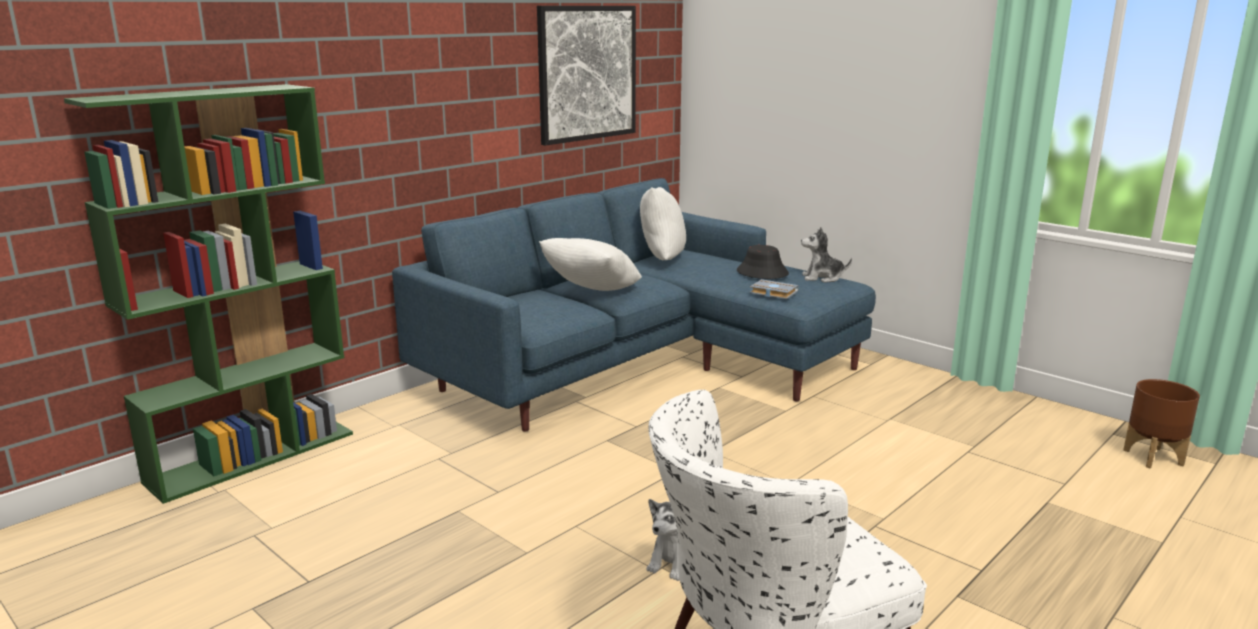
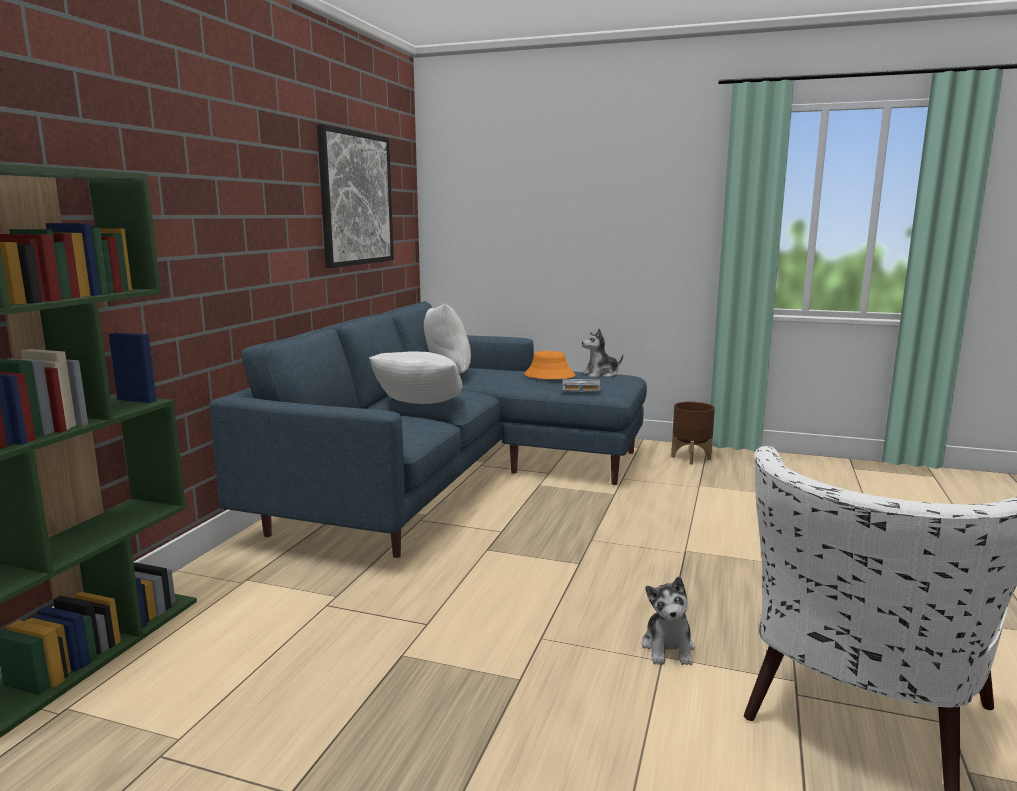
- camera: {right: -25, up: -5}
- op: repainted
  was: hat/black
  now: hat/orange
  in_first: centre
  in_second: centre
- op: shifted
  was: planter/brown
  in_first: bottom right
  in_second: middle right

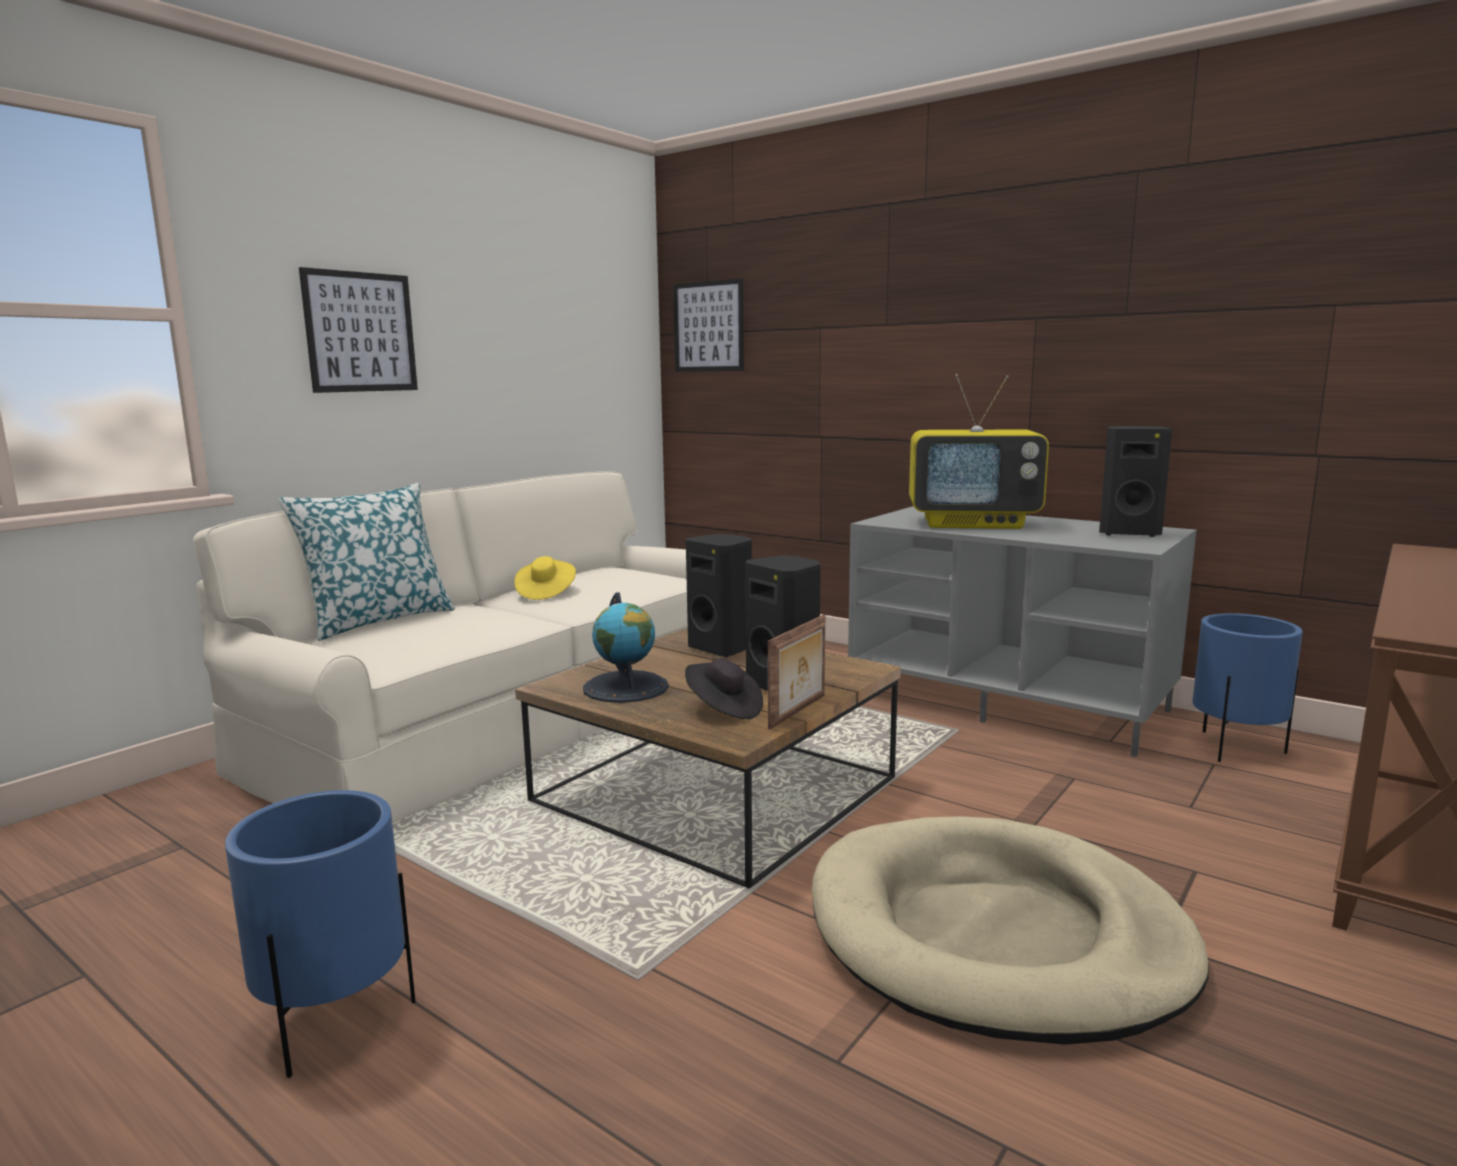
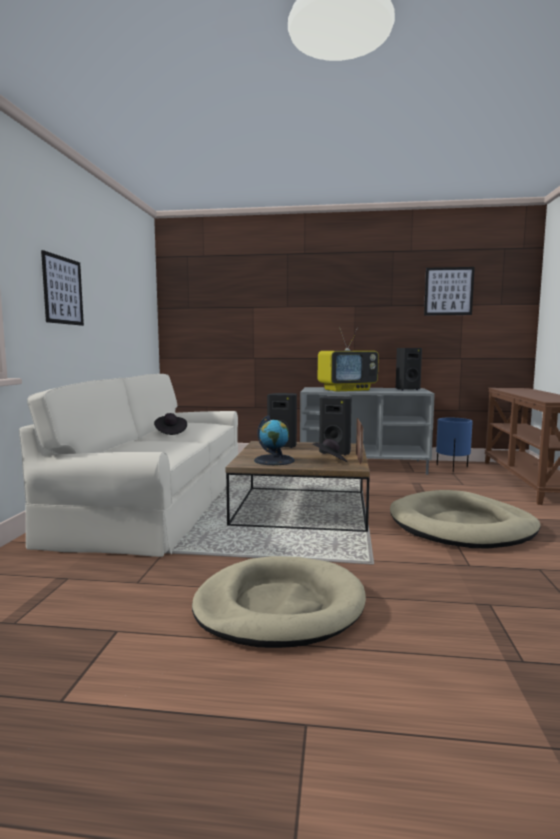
- camera: {right: -30, up: -5}
- op: shifted
  was: picture (no. 2 from left)
  in_first: top centre
  in_second: middle right
- op: gone
  was: pillow
  in_first: middle left
- op: repainted
  was: hat/yellow
  now: hat/black (no. 1 from left)
  in_first: centre
  in_second: middle left
- op: swapped
  was: planter/blue (no. 1 from left)
  now: dog bed/beige (no. 1 from left)
  in_first: bottom left
  in_second: bottom centre

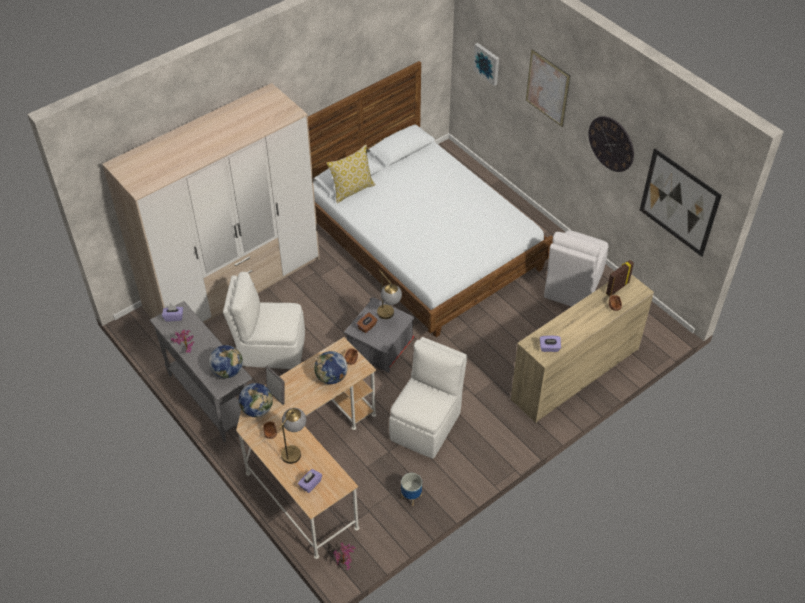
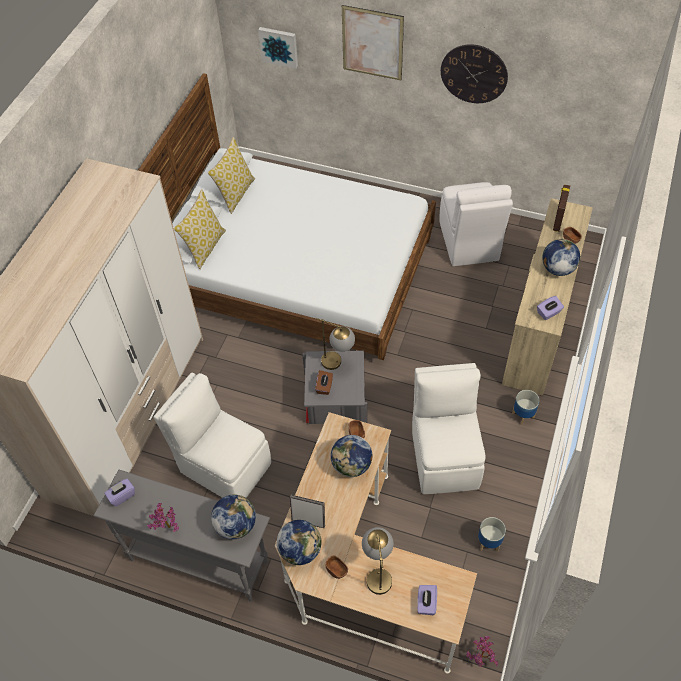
- camera: {right: -30, up: 5}
- op: gone
  was: picture (no. 3 from left)
  in_first: middle right
- op: rotated
  was: chair/white (no. 1 from left)
  in_first: middle left
  in_second: middle left
  clockwise: 60
- op: new
  now: pillow (no. 2 from left)
  in_second: top centre
- op: new
  now: globe (no. 4 from left)
  in_second: middle right
- op: new
  now: planter (no. 2 from left)
  in_second: middle right

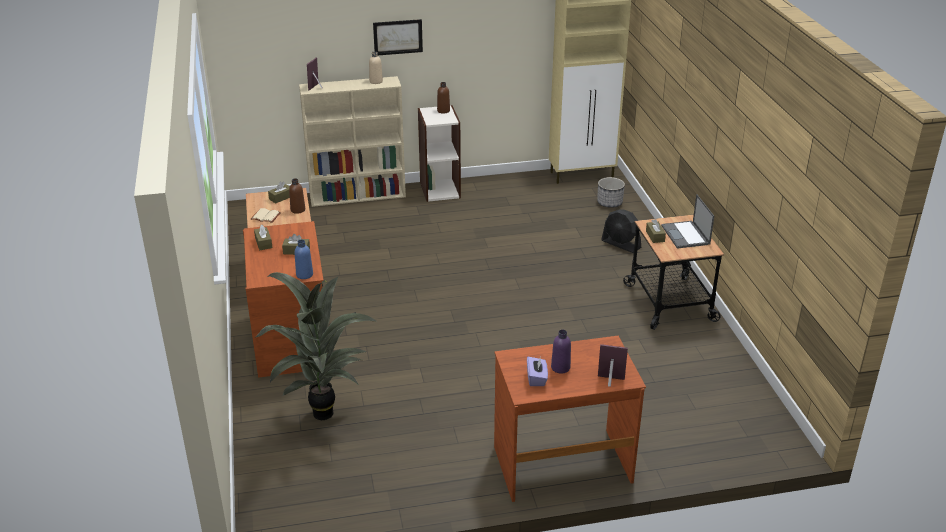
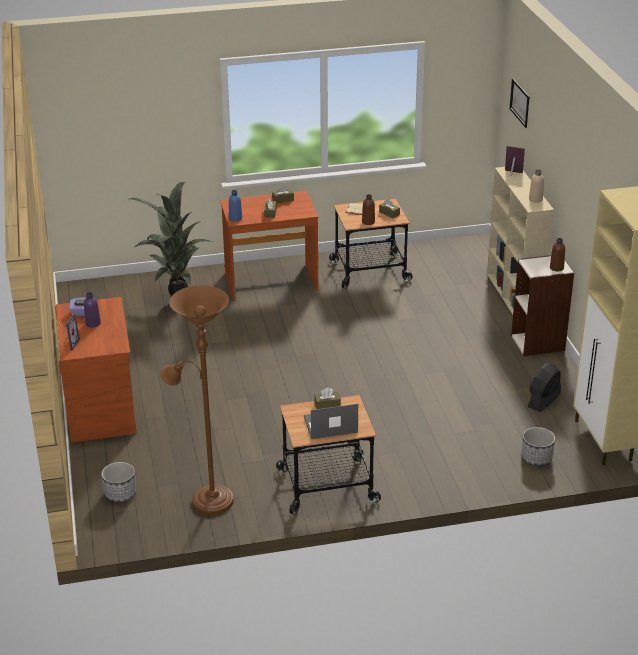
- camera: {right: 90, up: 0}
- op: shifted
  was: picture
  in_first: top centre
  in_second: top right
- op: shifted
  was: fan/black
  in_first: centre
  in_second: middle right
- op: new
  now: floor lamp/brown
  in_second: middle left
- op: new
  now: planter (no. 1 from left)
  in_second: bottom left

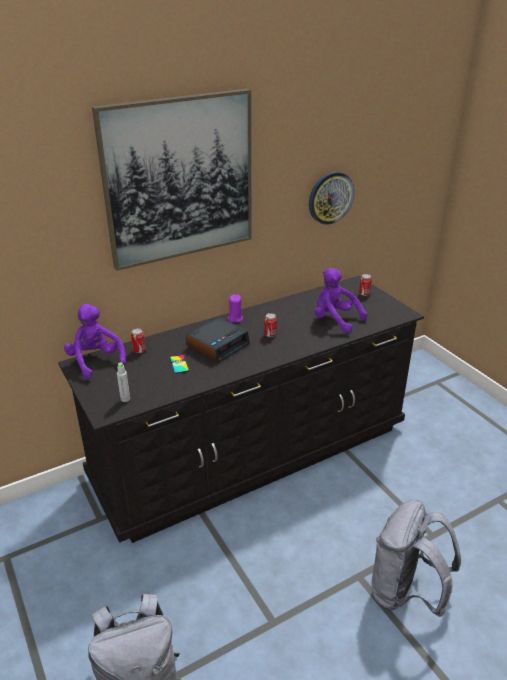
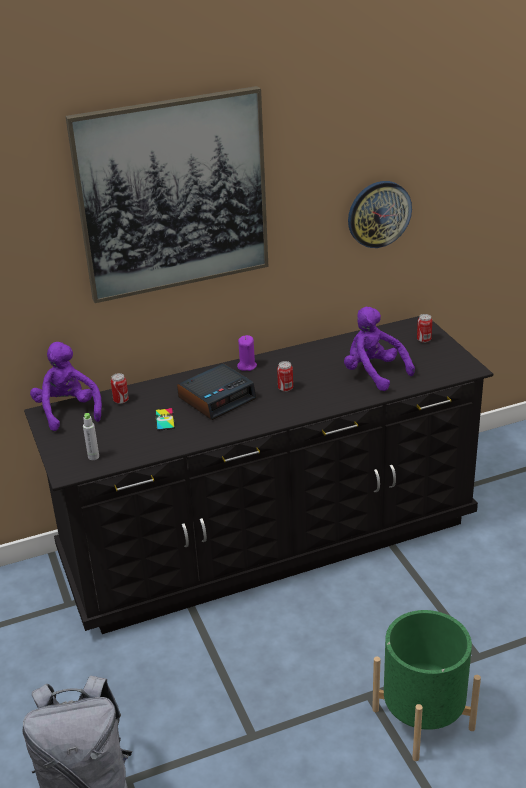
- camera: {right: 10, up: 0}
- op: swapped
  was: backpack/grey (no. 2 from left)
  now: planter/green
  in_first: bottom right
  in_second: bottom right

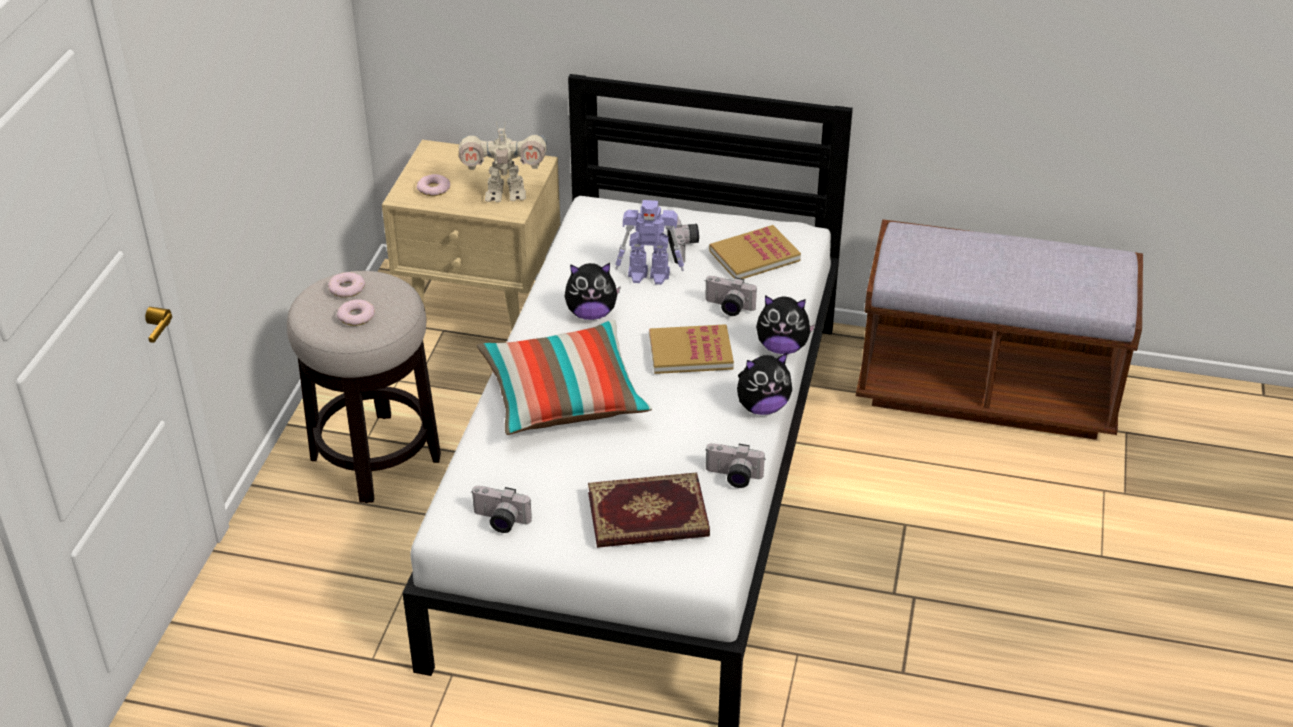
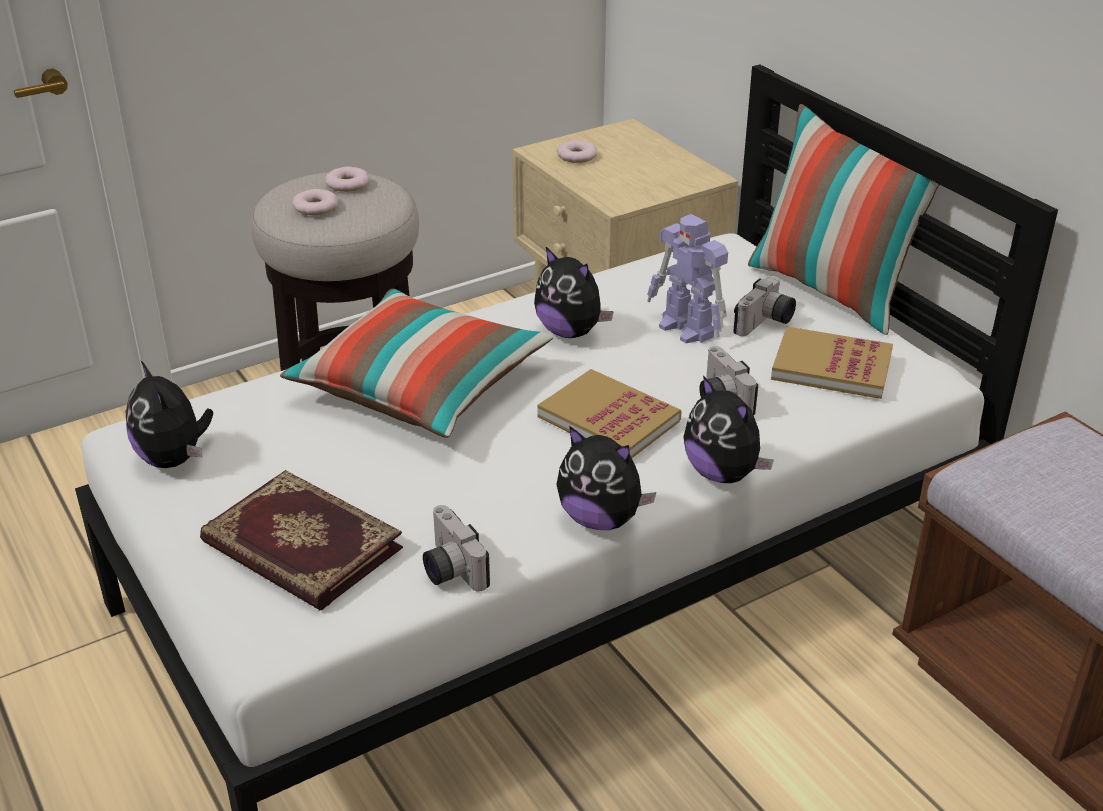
- camera: {right: 45, up: -5}
- op: gone
  was: toy robot (no. 1 from left)
  in_first: top centre
- op: swapped
  was: photo camera (no. 1 from left)
  now: plush toy (no. 1 from left)
  in_first: bottom centre
  in_second: middle left
- op: new
  now: pillow (no. 2 from left)
  in_second: top right

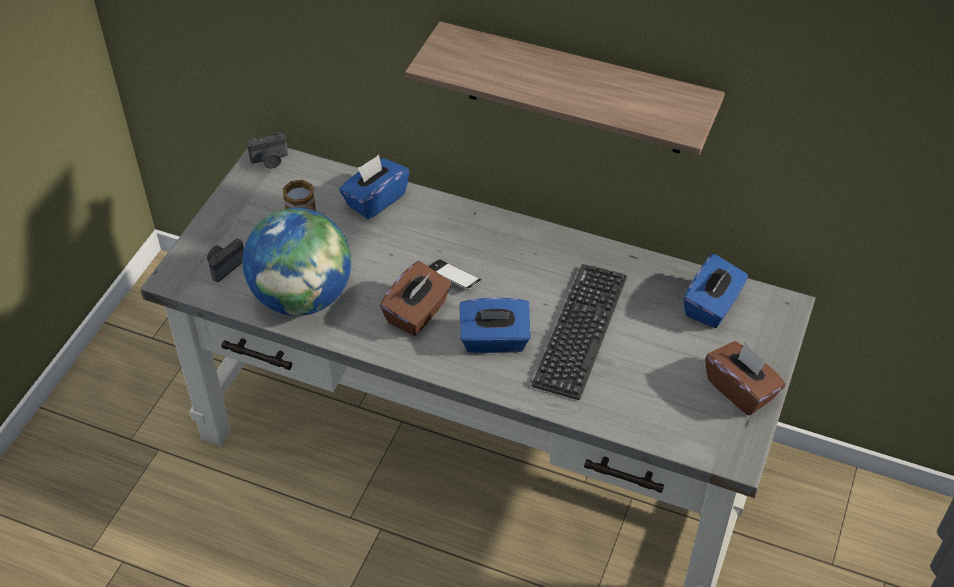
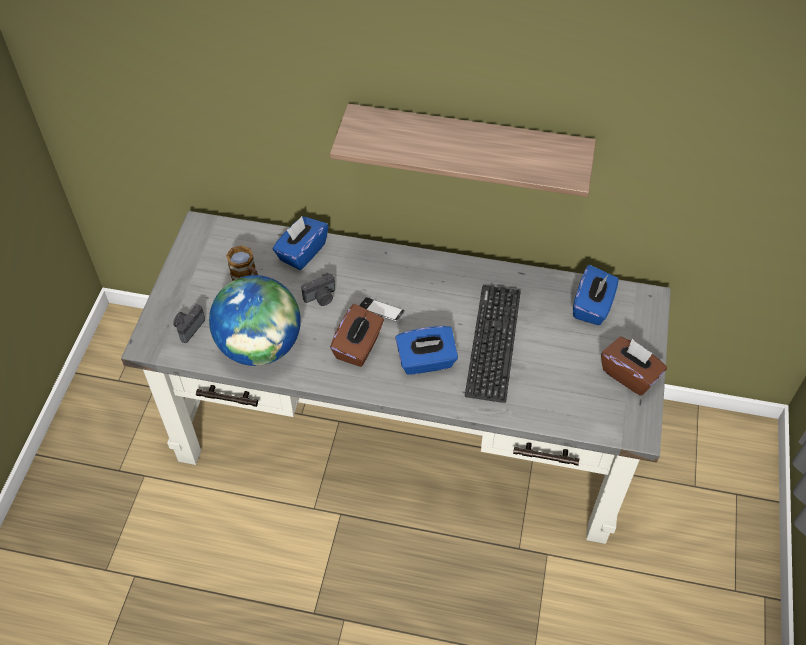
- camera: {right: -10, up: 5}
- op: shifted
  was: photo camera (no. 2 from left)
  in_first: top left
  in_second: centre

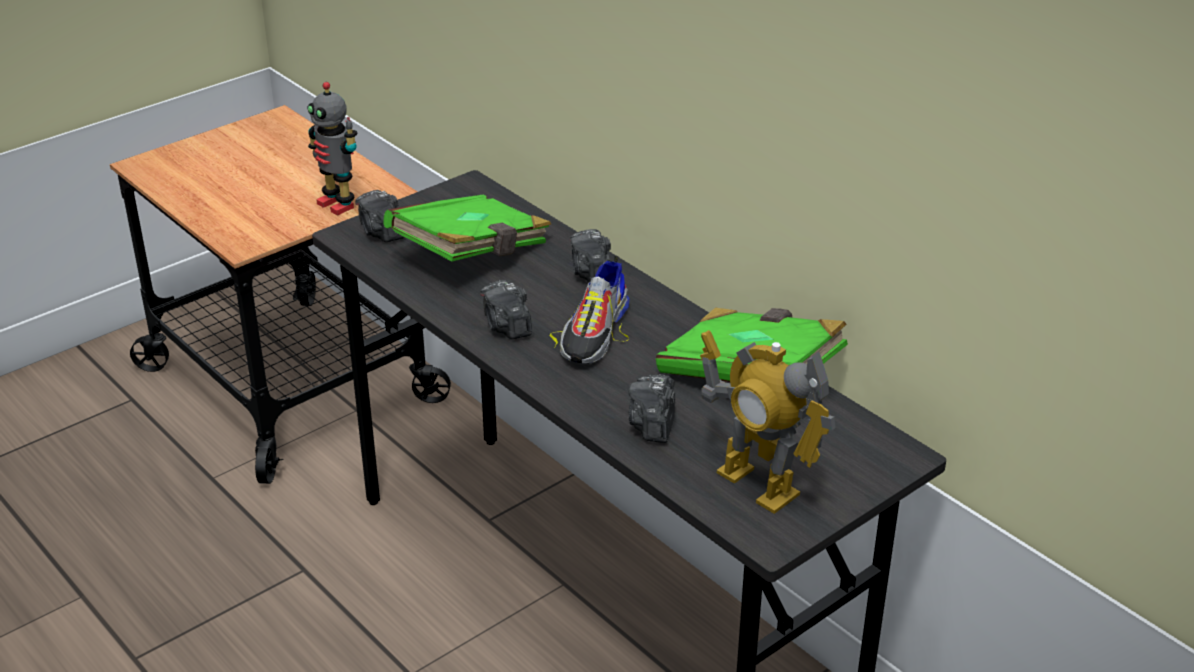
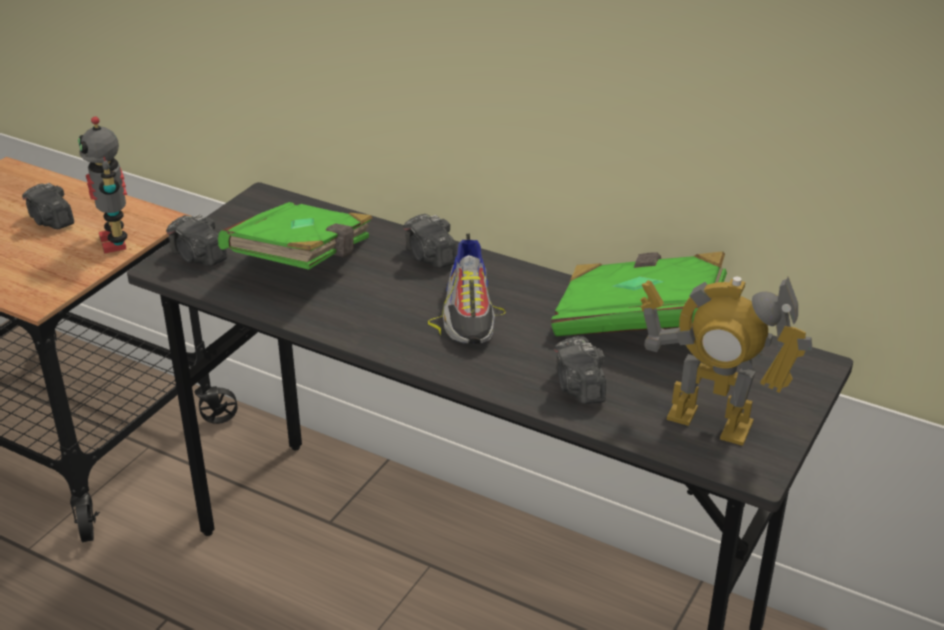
- camera: {right: -20, up: 0}
- op: rotated
  was: toy robot (no. 1 from left)
  in_first: top left
  in_second: top left
  clockwise: 45
- op: shifted
  was: photo camera (no. 2 from left in the first image)
  now: photo camera (no. 1 from left)
  in_first: centre
  in_second: top left

